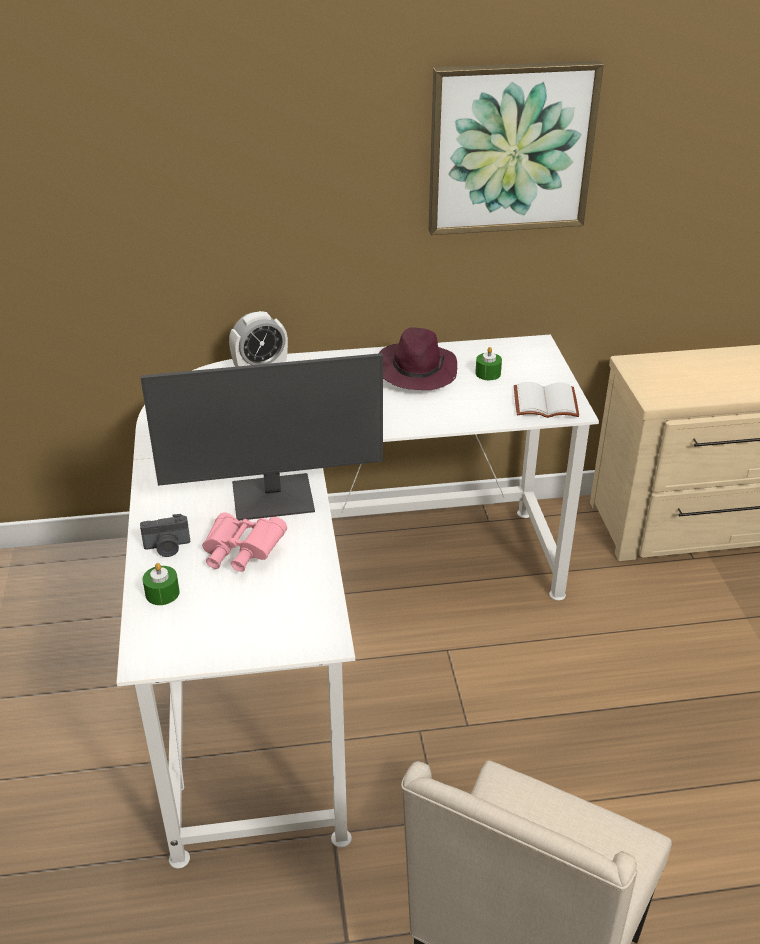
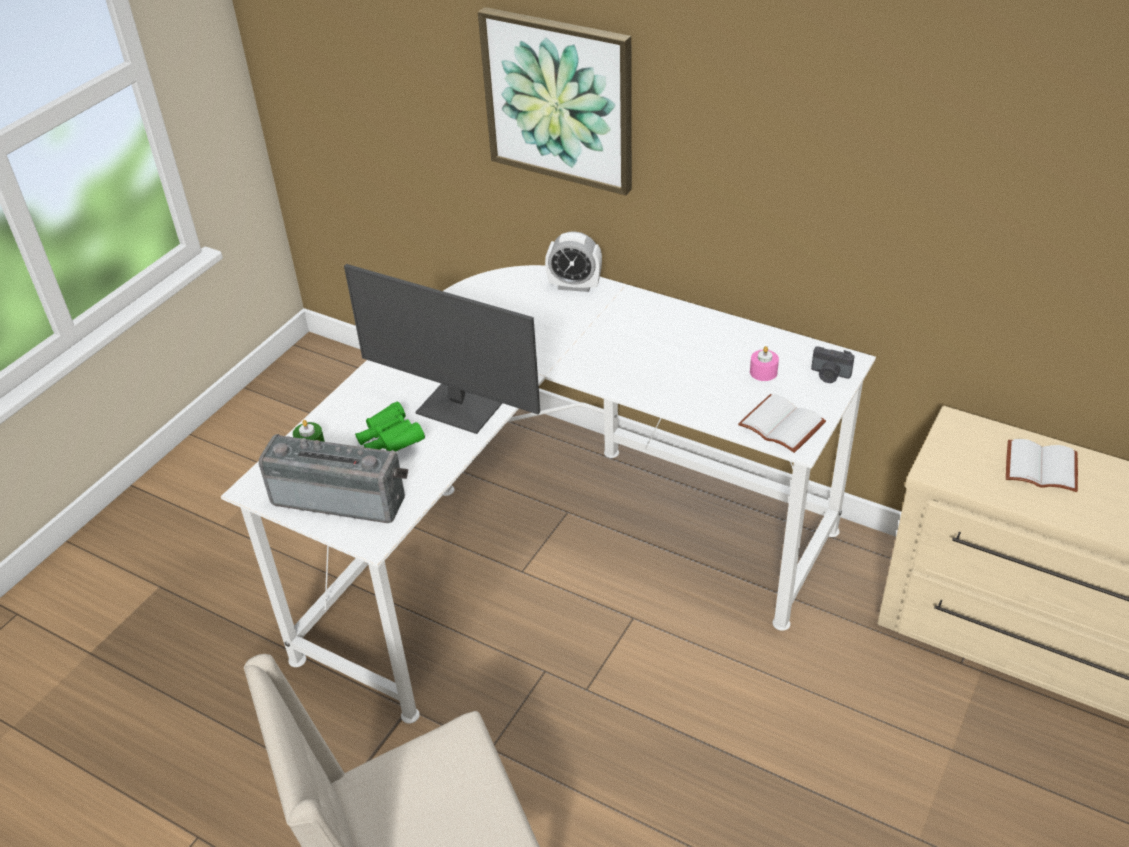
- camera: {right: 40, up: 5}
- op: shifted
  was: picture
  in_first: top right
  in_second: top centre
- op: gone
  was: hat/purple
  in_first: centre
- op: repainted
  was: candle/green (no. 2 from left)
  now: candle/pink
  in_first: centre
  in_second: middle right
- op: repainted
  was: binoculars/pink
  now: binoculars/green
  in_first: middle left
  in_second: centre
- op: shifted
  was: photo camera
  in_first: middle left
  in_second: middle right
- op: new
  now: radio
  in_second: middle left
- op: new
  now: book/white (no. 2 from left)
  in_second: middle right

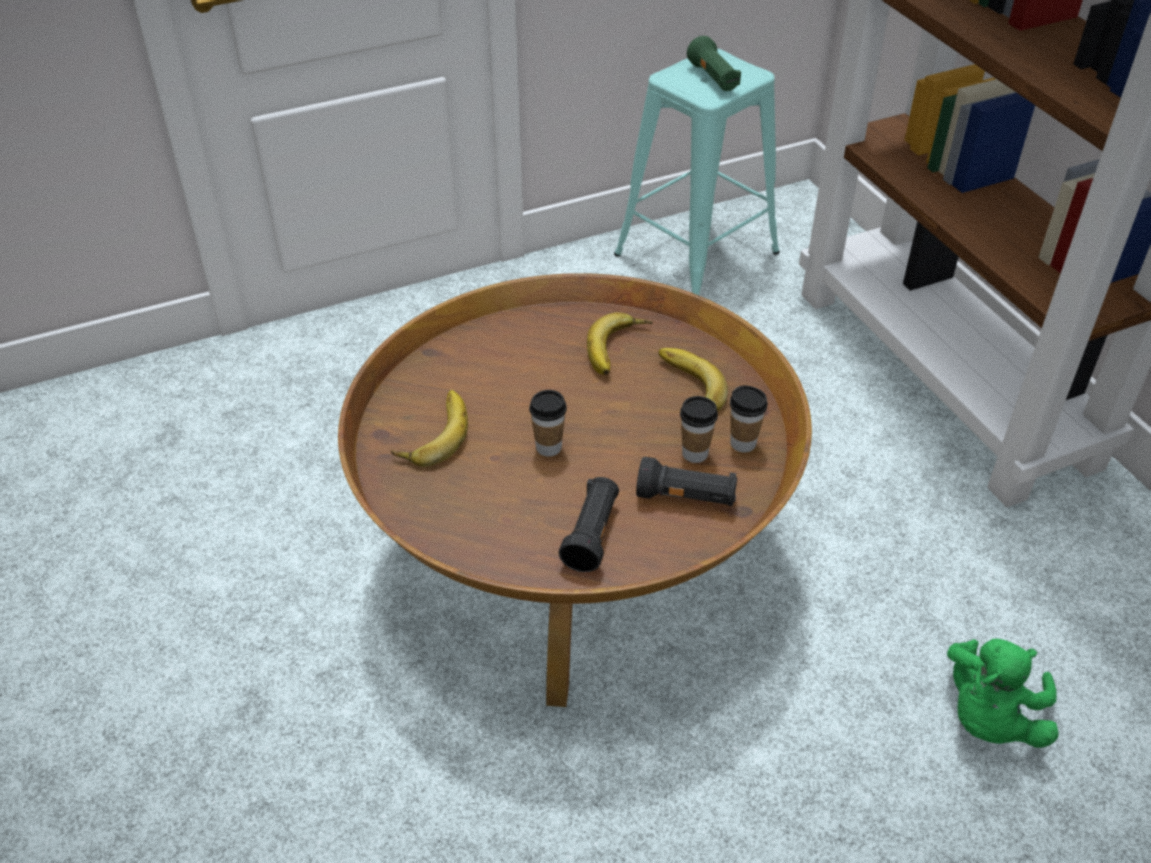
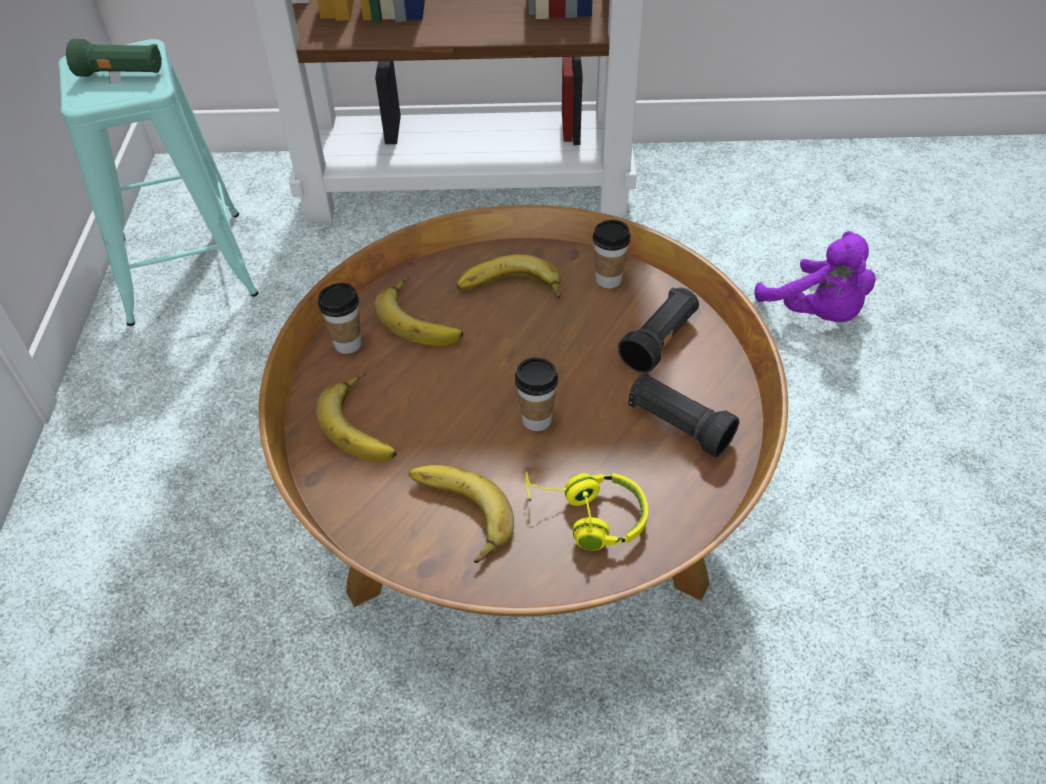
- camera: {right: -65, up: 5}
- op: shifted
  was: cup (no. 2 from left in the first image)
  now: cup (no. 1 from left)
  in_first: centre
  in_second: middle left
- op: repainted
  was: plush toy/green
  now: plush toy/purple
  in_first: bottom right
  in_second: middle right
- op: new
  now: banana (no. 1 from left)
  in_second: centre
- op: new
  now: headphones/yellow
  in_second: centre

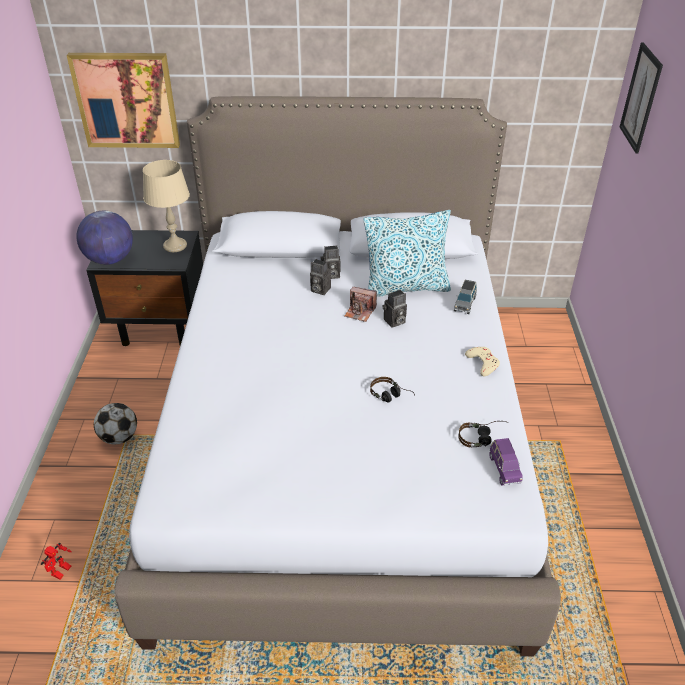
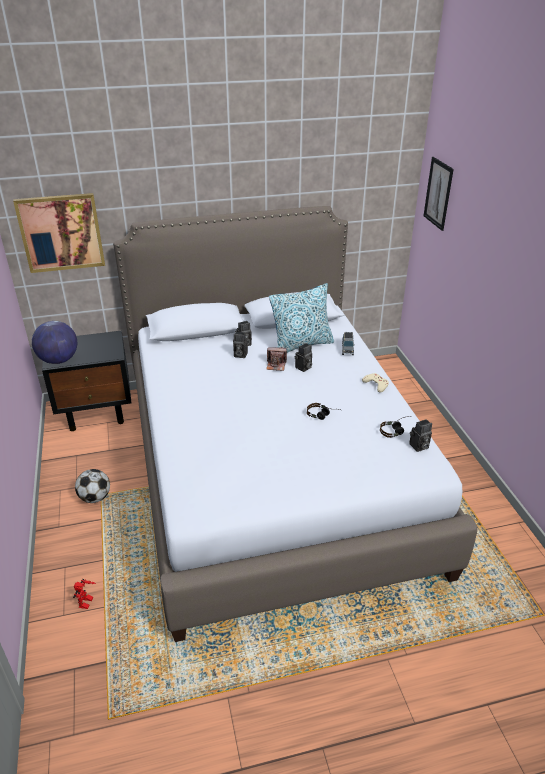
- camera: {right: -15, up: -5}
- op: gone
  was: table lamp/beige
  in_first: top left
- op: swapped
  was: toy car/purple
  now: photo camera (no. 5 from left)
  in_first: bottom right
  in_second: middle right

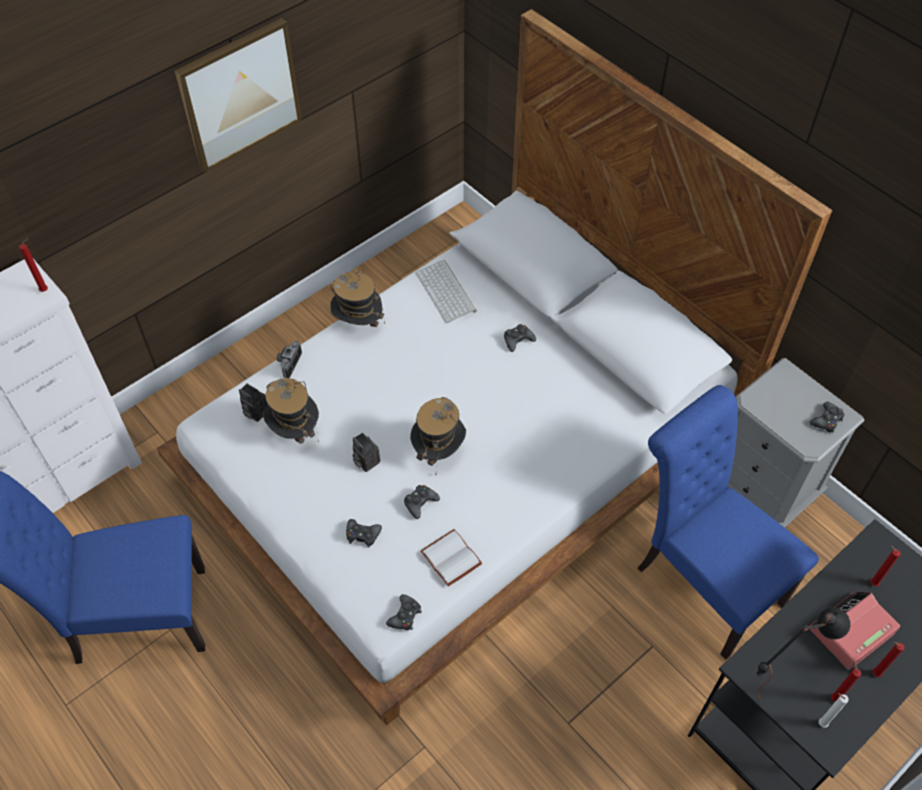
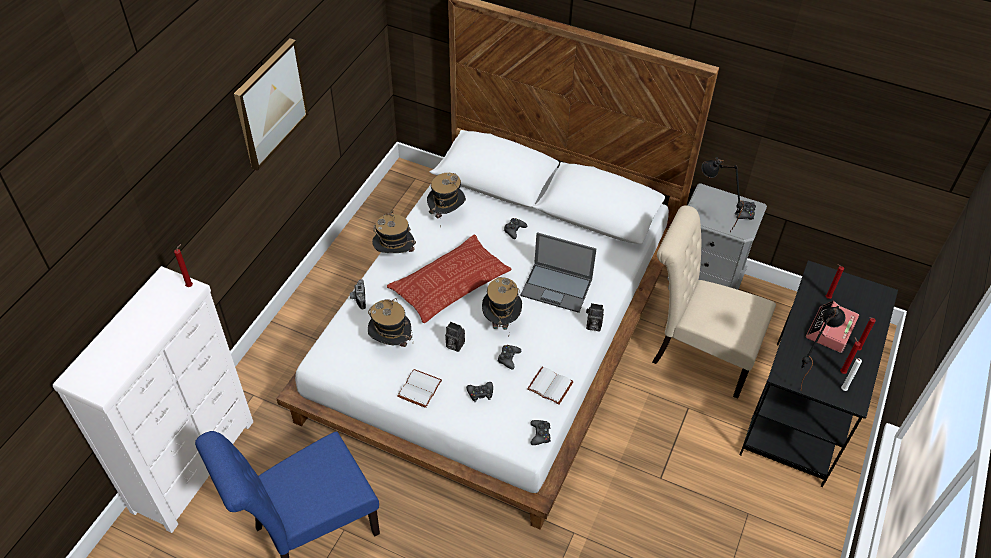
- camera: {right: -25, up: -5}
- op: swapped
  was: keyboard
  now: hat (no. 3 from left)
  in_first: centre
  in_second: centre
- op: shifted
  was: photo camera (no. 1 from left in the first image)
  now: photo camera (no. 3 from left)
  in_first: middle left
  in_second: centre
- op: repainted
  was: chair/blue (no. 2 from left)
  now: chair/beige
  in_first: middle right
  in_second: middle right
- op: new
  now: table lamp/black (no. 1 from left)
  in_second: middle right
- op: new
  now: laptop
  in_second: centre
- op: new
  now: pillow
  in_second: centre
- op: new
  now: book/white (no. 1 from left)
  in_second: bottom centre

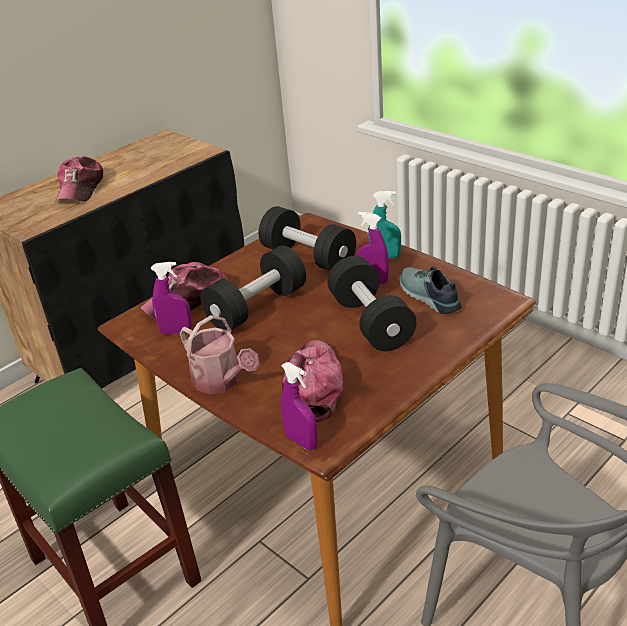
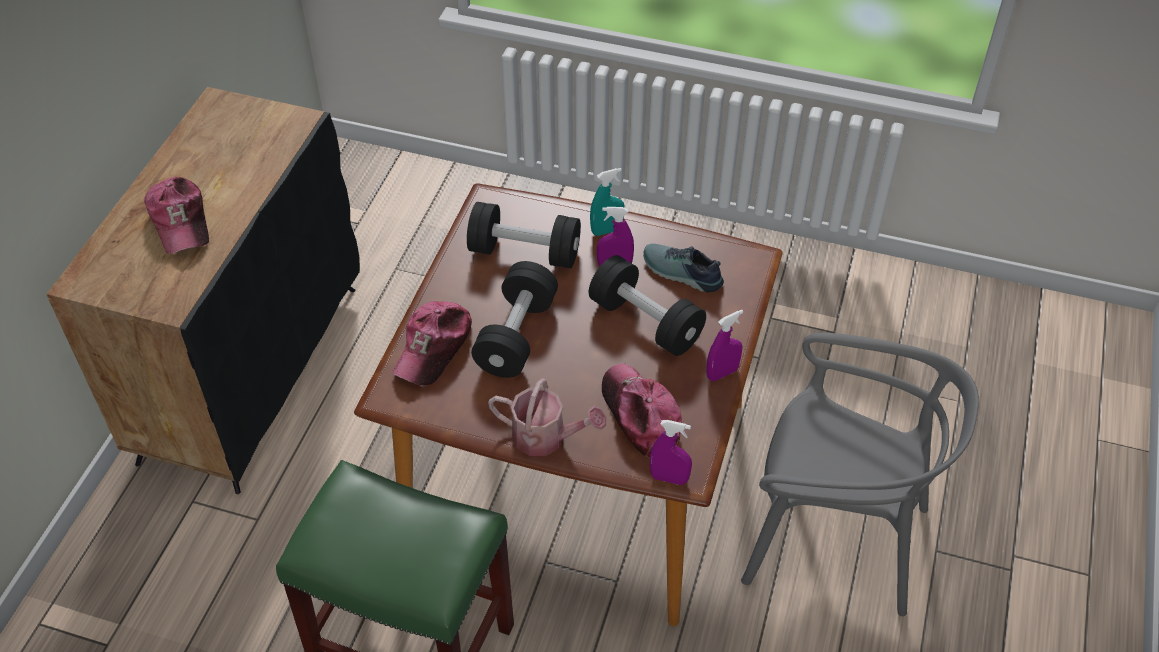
- camera: {right: -30, up: 15}
- op: shifted
  was: spray bottle/purple (no. 1 from left in the first image)
  now: spray bottle/purple (no. 3 from left)
  in_first: middle left
  in_second: centre

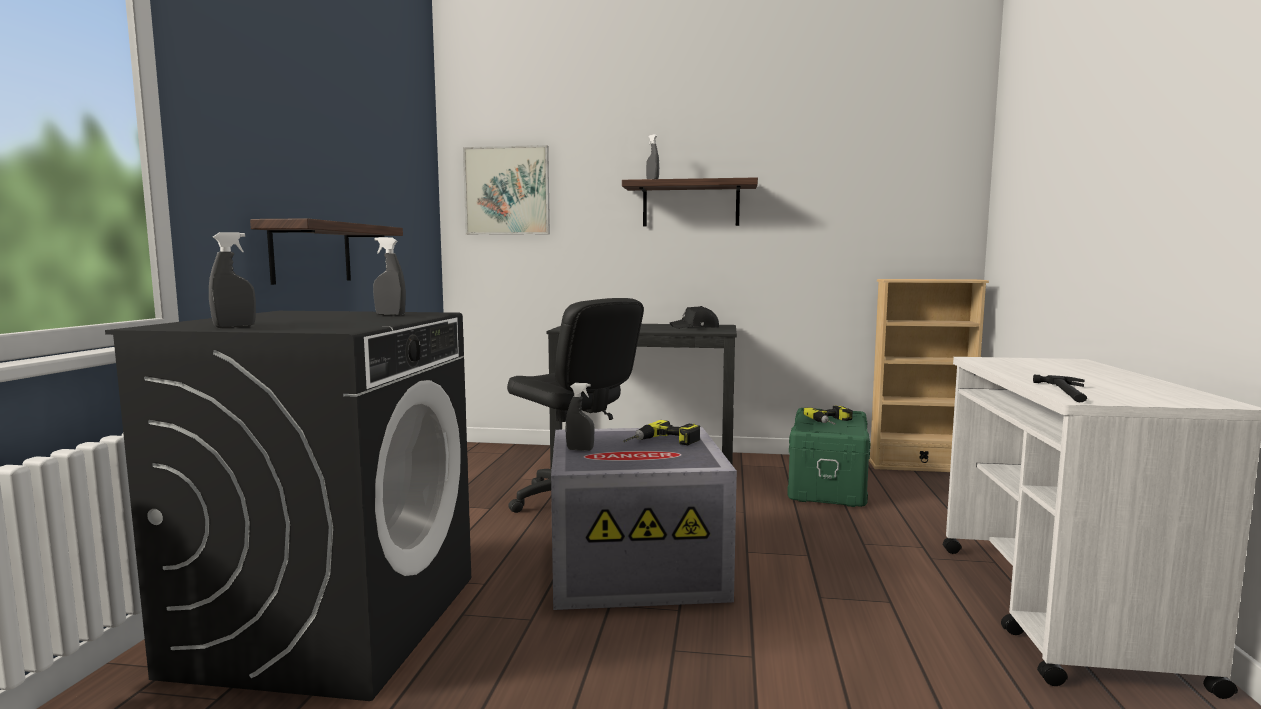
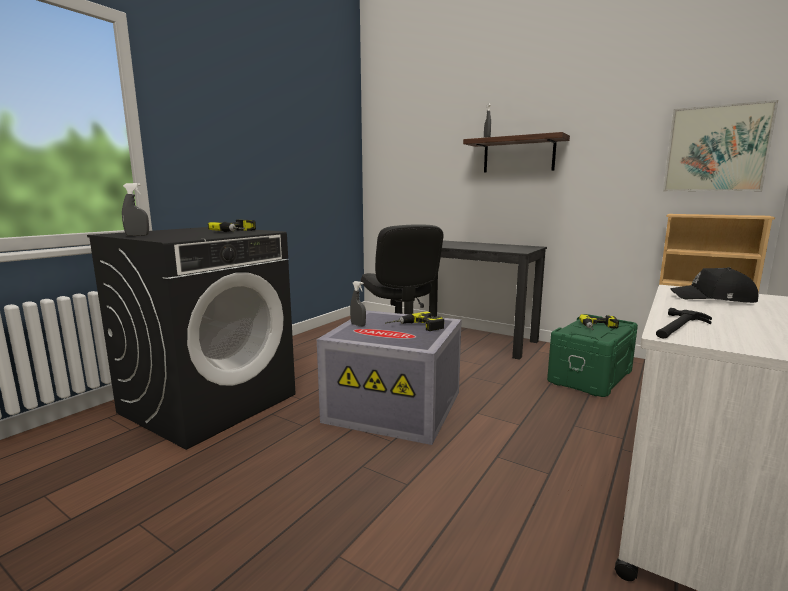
- camera: {right: 25, up: 5}
- op: shifted
  was: picture
  in_first: top centre
  in_second: top right
- op: gone
  was: shelf (no. 1 from left)
  in_first: middle left
- op: swapped
  was: spray bottle/grey (no. 2 from left)
  now: power drill (no. 1 from left)
  in_first: middle left
  in_second: middle left
- op: shifted
  was: cap/black
  in_first: centre
  in_second: middle right

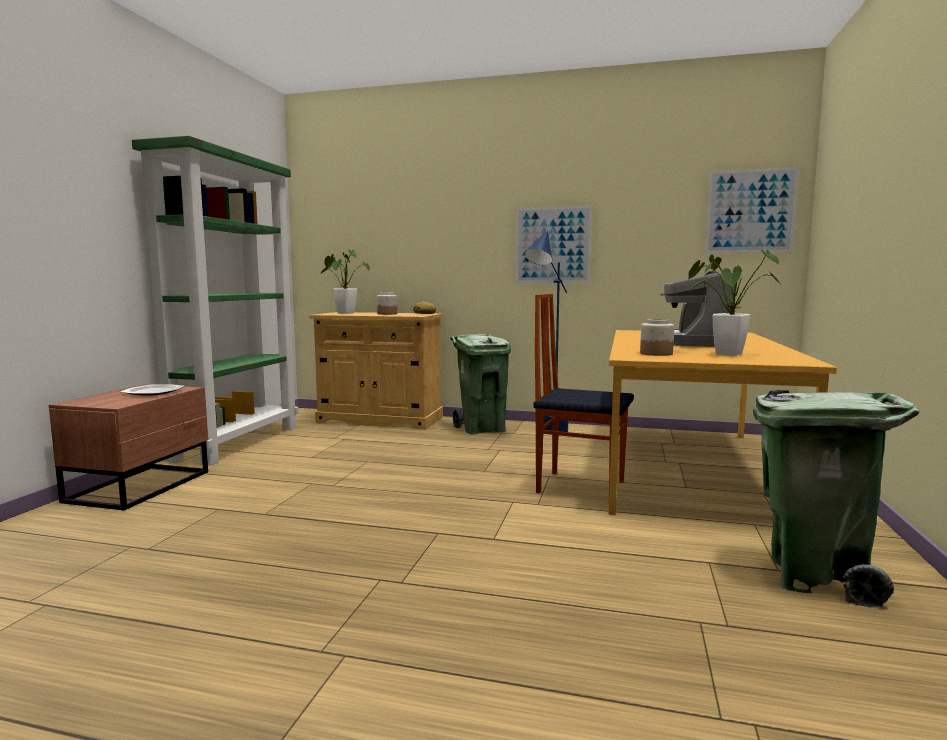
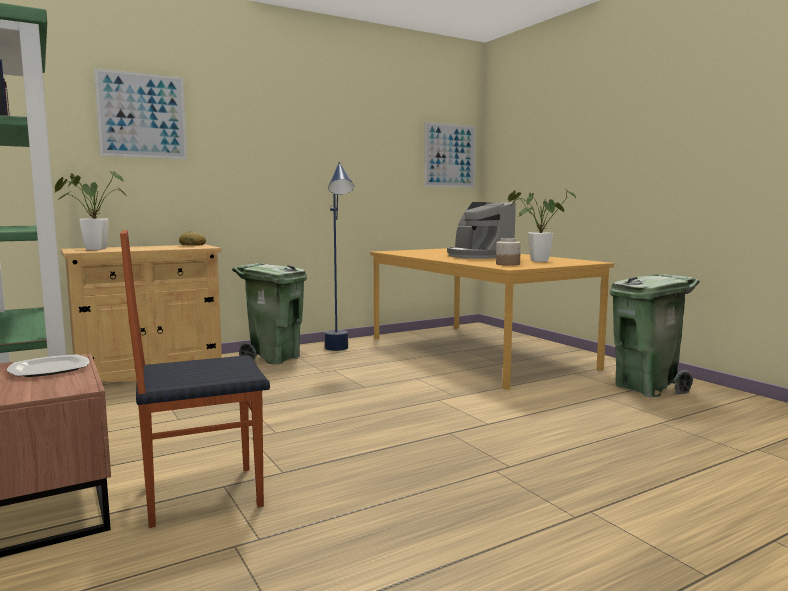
- camera: {right: -45, up: 0}
- op: shifted
  was: picture (no. 1 from left)
  in_first: top centre
  in_second: top left
- op: gone
  was: jar (no. 1 from left)
  in_first: centre
- op: shifted
  was: chair
  in_first: centre
  in_second: middle left

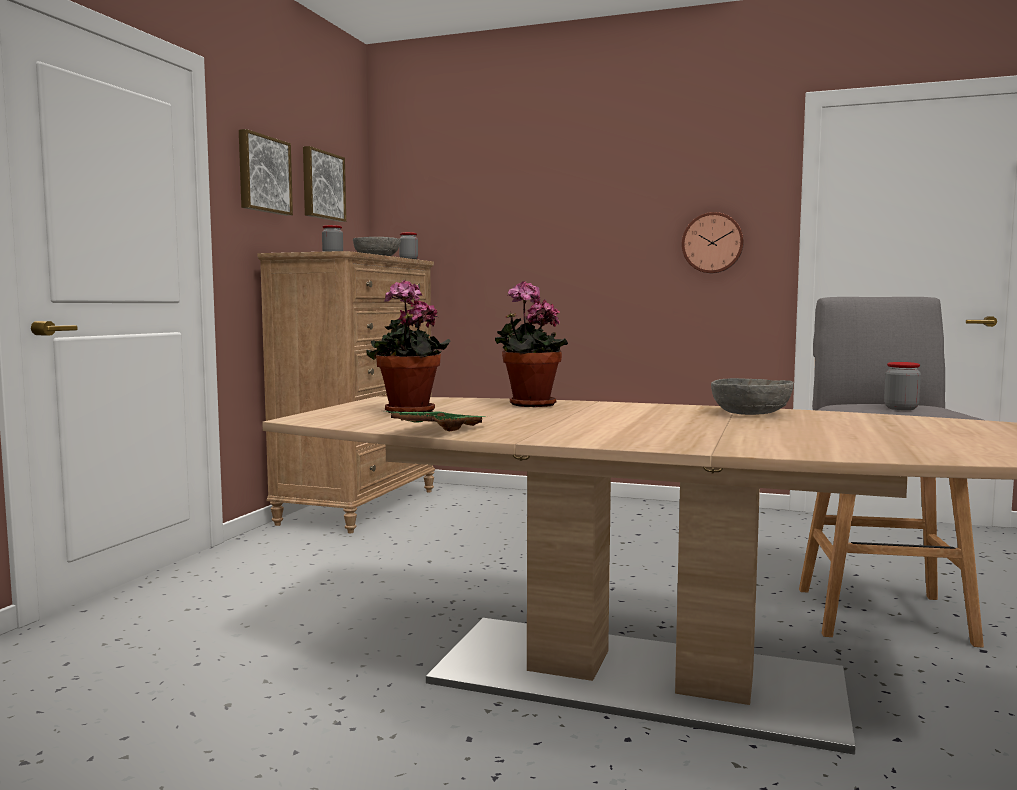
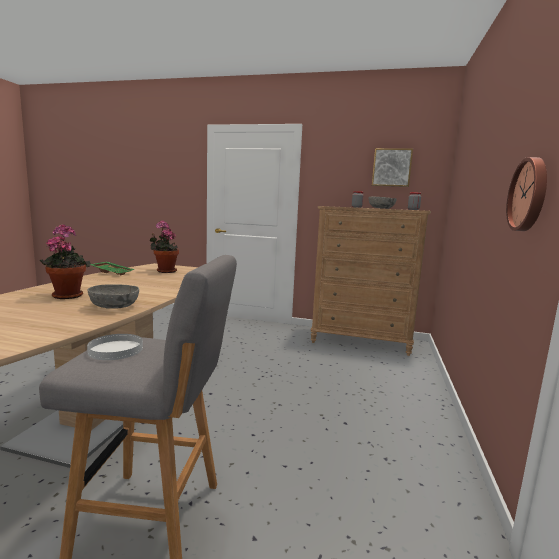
- camera: {right: 85, up: 5}
- op: gone
  was: picture (no. 1 from left)
  in_first: top left
- op: shifted
  was: potted plant (no. 2 from left in the first image)
  now: potted plant (no. 1 from left)
  in_first: centre
  in_second: middle left
- op: swapped
  was: jar (no. 3 from left)
  now: plate/white
  in_first: middle right
  in_second: middle left

